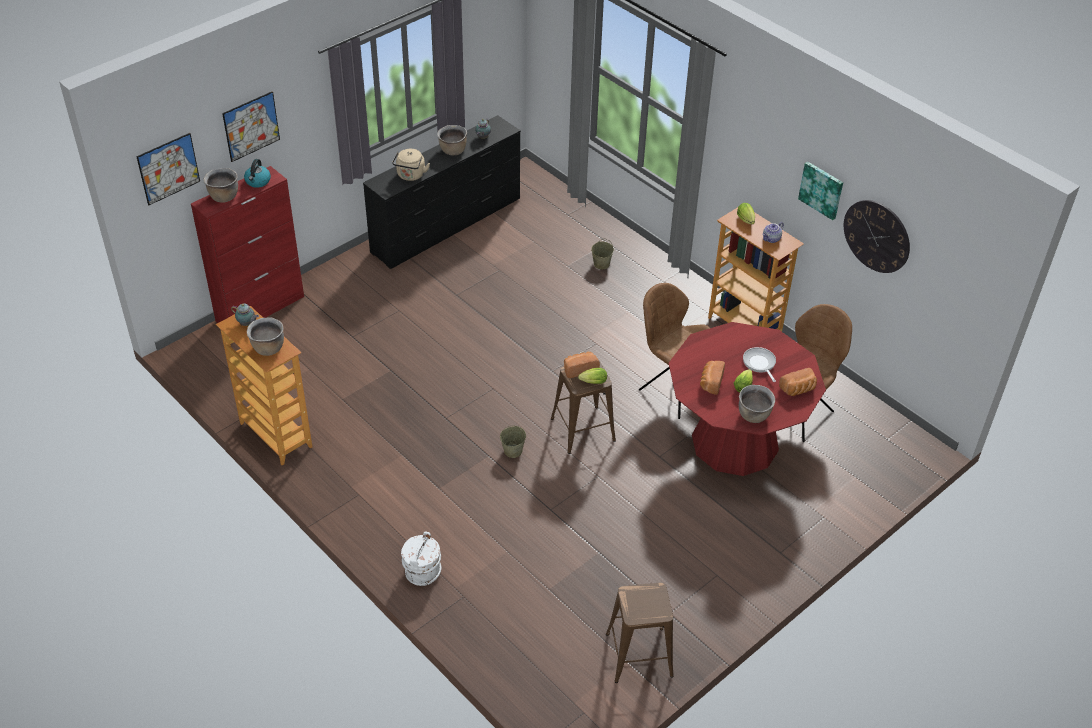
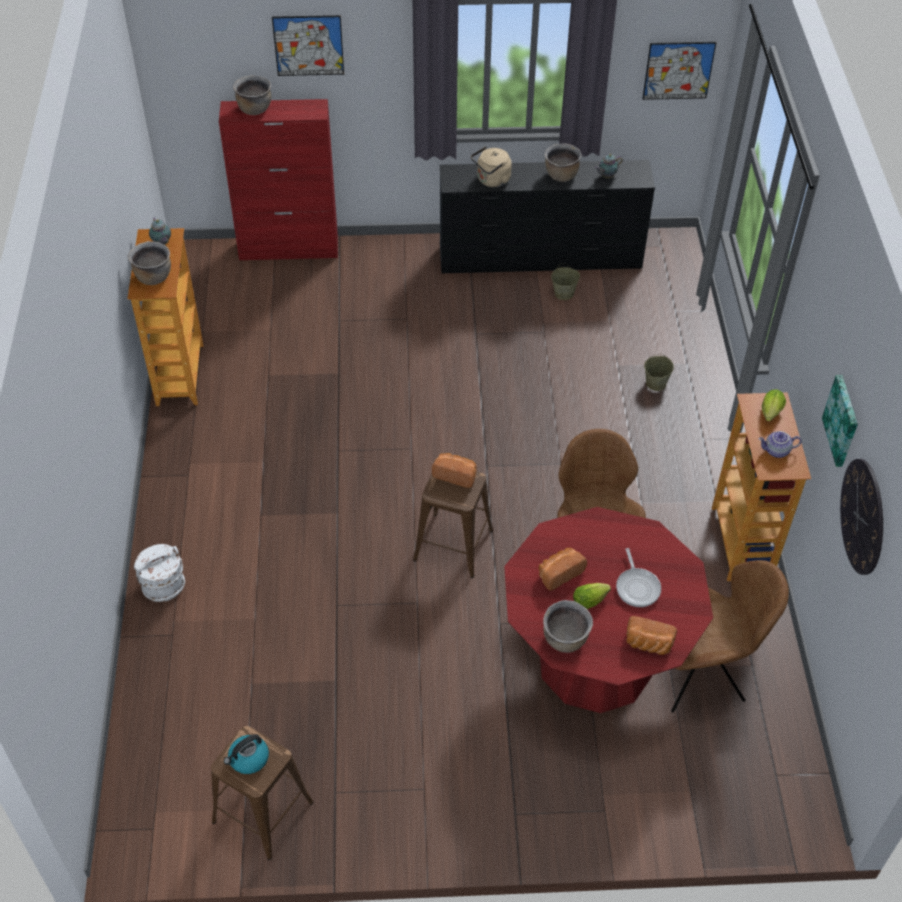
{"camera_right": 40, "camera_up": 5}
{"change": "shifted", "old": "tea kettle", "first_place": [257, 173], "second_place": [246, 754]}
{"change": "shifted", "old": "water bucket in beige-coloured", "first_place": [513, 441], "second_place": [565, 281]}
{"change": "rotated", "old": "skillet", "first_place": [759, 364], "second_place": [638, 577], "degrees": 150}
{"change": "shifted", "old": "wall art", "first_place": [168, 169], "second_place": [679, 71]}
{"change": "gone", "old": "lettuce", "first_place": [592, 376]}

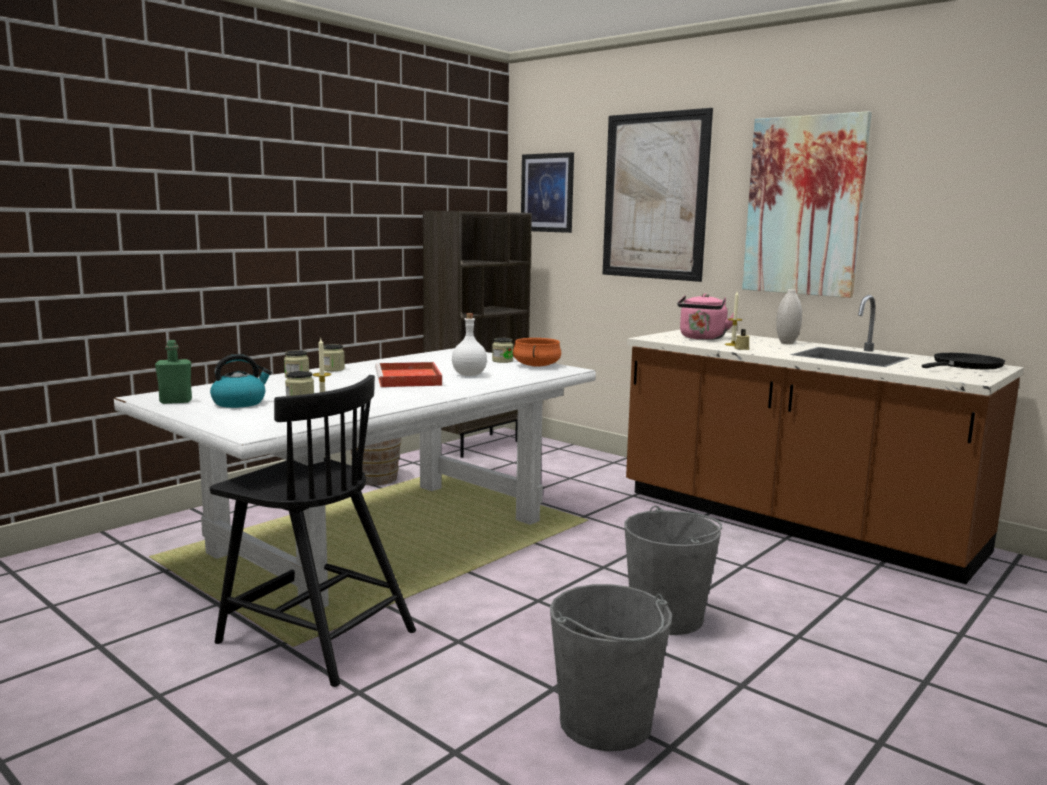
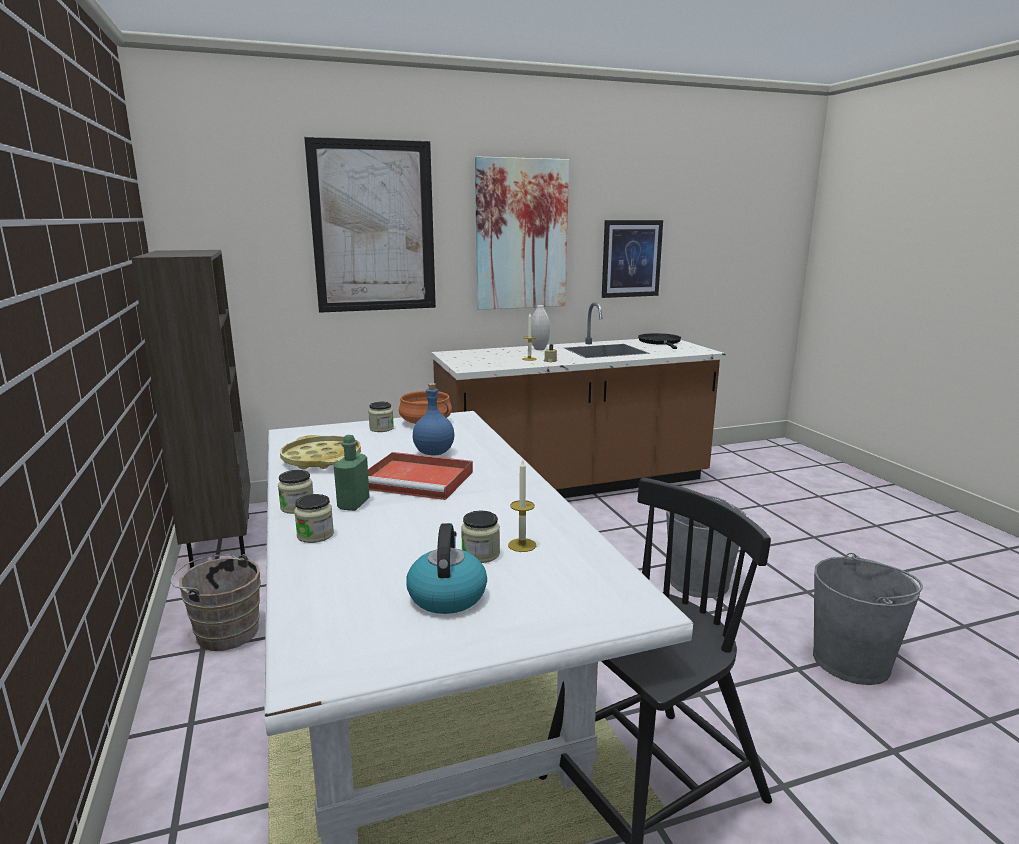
{"camera_right": -60, "camera_up": 5}
{"change": "new", "new": "carrying tray in yellowish", "second_place": [320, 452]}
{"change": "shifted", "old": "drink bottle in greenish", "first_place": [173, 372], "second_place": [352, 473]}
{"change": "repainted", "old": "drink bottle in white-coloured", "new": "drink bottle in blue-coloured", "first_place": [469, 344], "second_place": [433, 419]}
{"change": "shifted", "old": "wall art", "first_place": [547, 192], "second_place": [632, 259]}
{"change": "gone", "old": "tea kettle in pinkish", "first_place": [705, 316]}

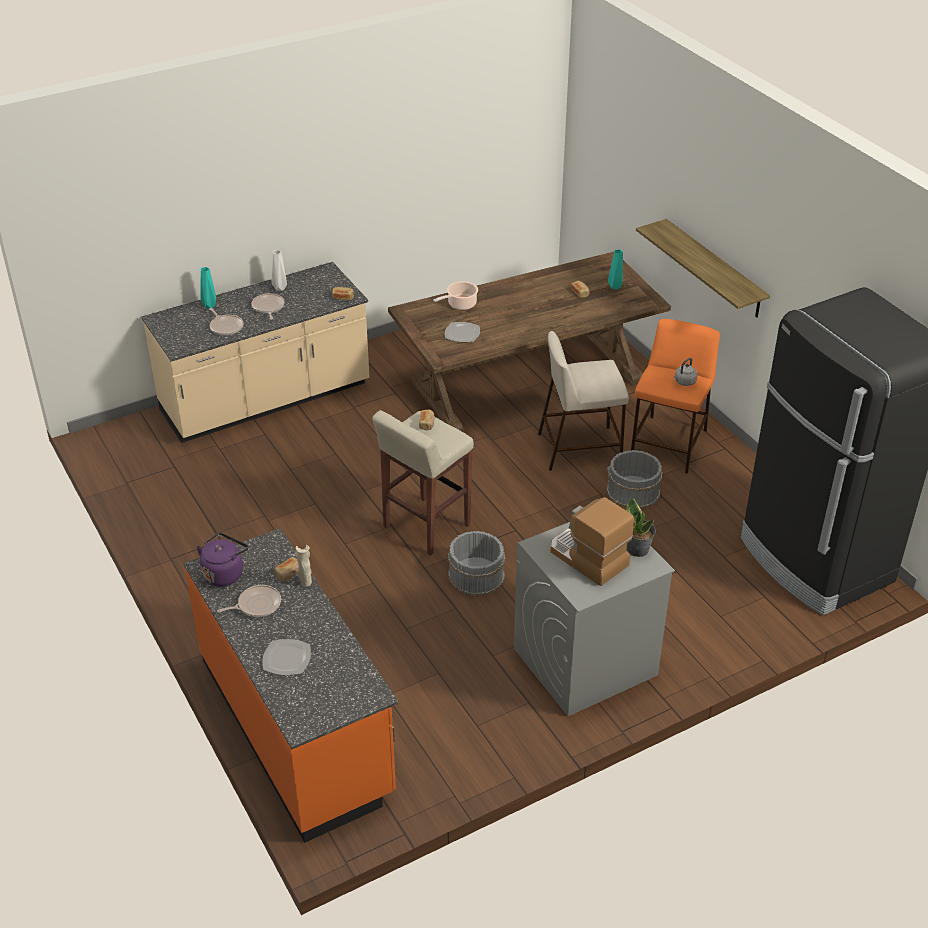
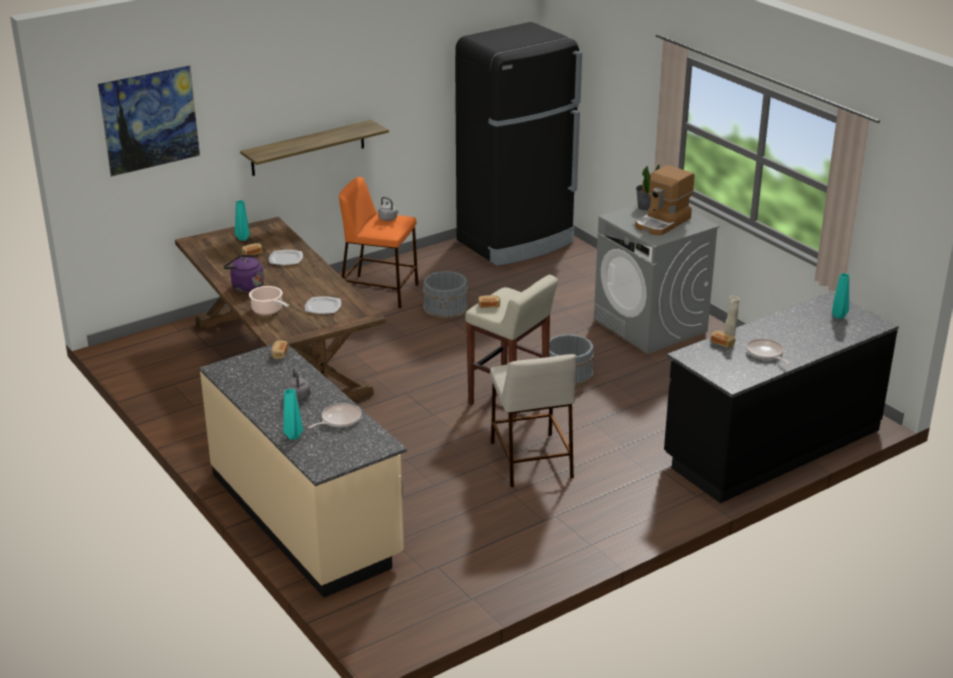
{"camera_right": -95, "camera_up": -10}
{"change": "new", "new": "wall art", "second_place": [149, 121]}
{"change": "shifted", "old": "tea kettle in purplish", "first_place": [222, 559], "second_place": [243, 273]}
{"change": "shifted", "old": "plate", "first_place": [287, 657], "second_place": [286, 257]}
{"change": "swapped", "old": "skillet", "new": "tea kettle in gray", "first_place": [267, 306], "second_place": [298, 384]}
{"change": "shifted", "old": "stool seat in beige-coloured", "first_place": [583, 401], "second_place": [533, 420]}
{"change": "repainted", "old": "kitchen counter in orange-coloured", "new": "kitchen counter in black-coloured", "first_place": [291, 686], "second_place": [781, 397]}
{"change": "new", "new": "vase in turquoise-coloured", "second_place": [840, 296]}
{"change": "gone", "old": "vase in white-coloured", "first_place": [279, 270]}

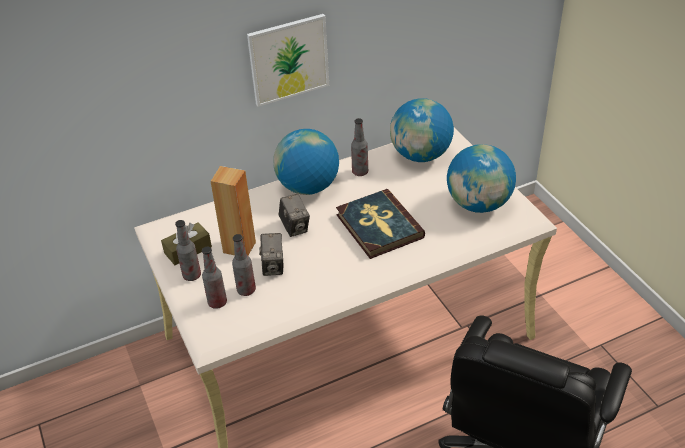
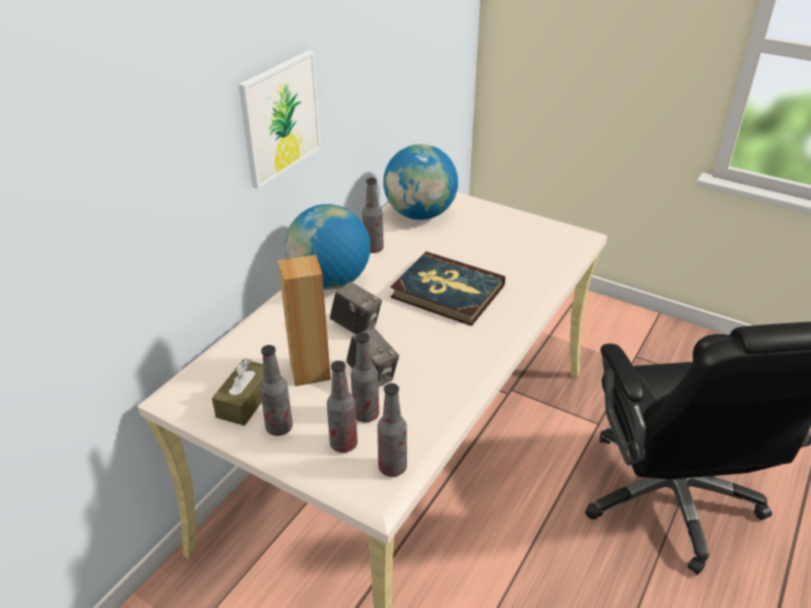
{"camera_right": -35, "camera_up": -5}
{"change": "new", "new": "drink bottle", "second_place": [392, 430]}
{"change": "gone", "old": "world globe", "first_place": [481, 178]}

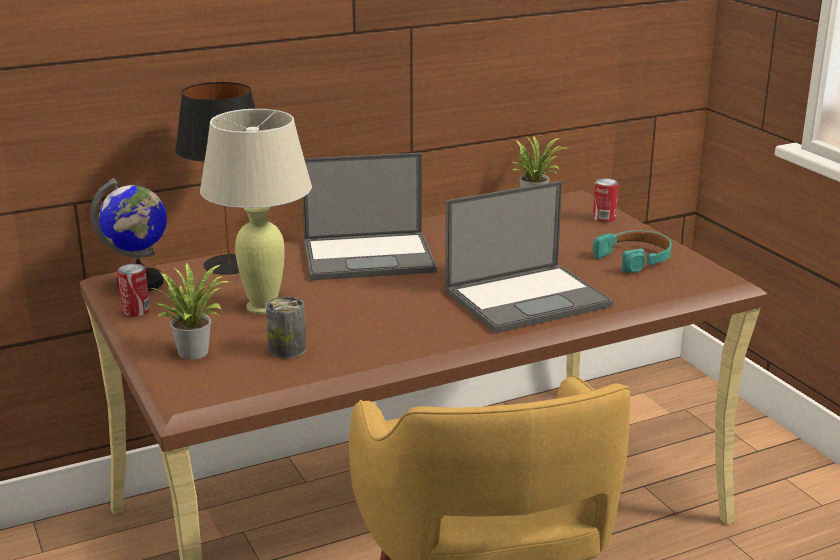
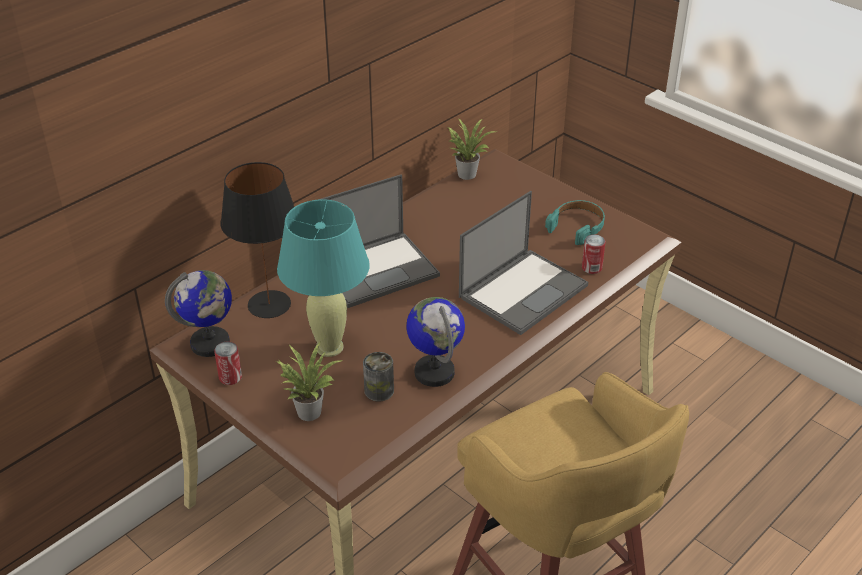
{"camera_right": -20, "camera_up": 15}
{"change": "repainted", "old": "tabletop lamp in beige-coloured", "new": "tabletop lamp in turquoise-coloured", "first_place": [256, 211], "second_place": [323, 278]}
{"change": "new", "new": "world globe", "second_place": [435, 342]}
{"change": "shifted", "old": "sealed can", "first_place": [605, 200], "second_place": [594, 254]}

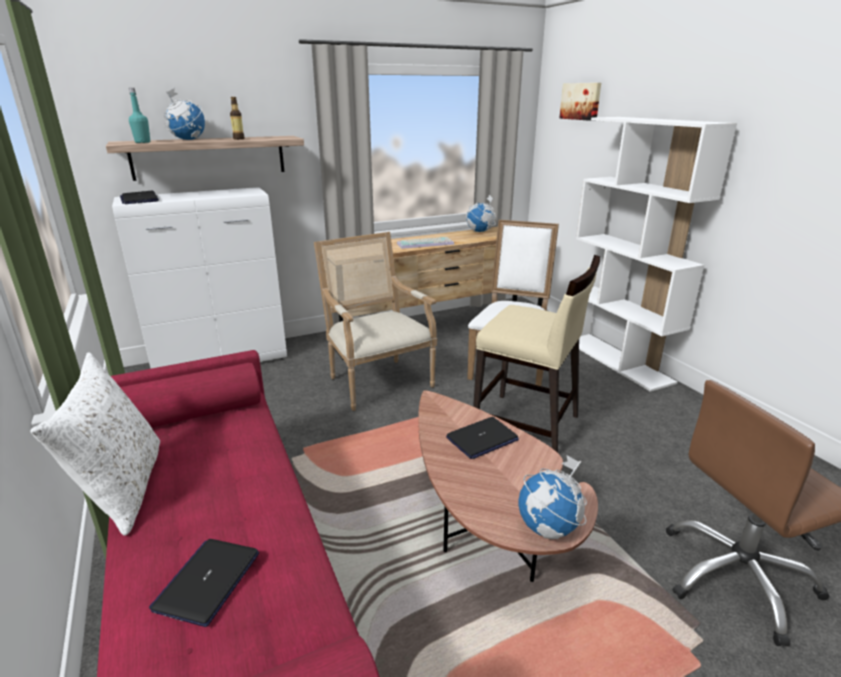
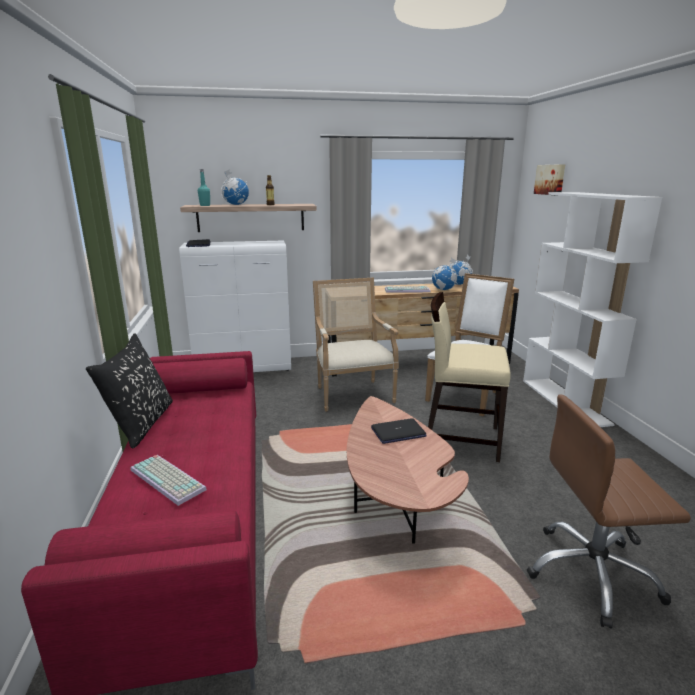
{"camera_right": 15, "camera_up": -5}
{"change": "repainted", "old": "throw pillow in white-coloured", "new": "throw pillow in black-coloured", "first_place": [95, 444], "second_place": [129, 391]}
{"change": "swapped", "old": "laptop", "new": "computer keyboard", "first_place": [204, 583], "second_place": [169, 480]}
{"change": "rotated", "old": "upright chair in beige-coloured", "first_place": [536, 354], "second_place": [469, 377], "degrees": 150}
{"change": "shifted", "old": "world globe", "first_place": [552, 497], "second_place": [445, 274]}

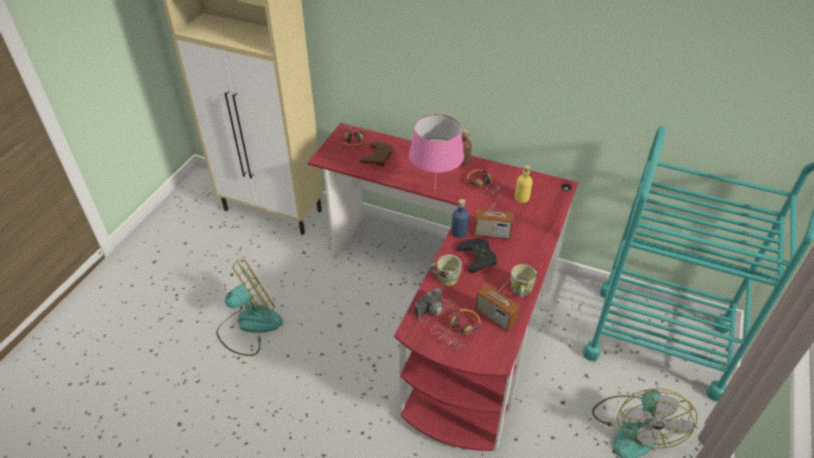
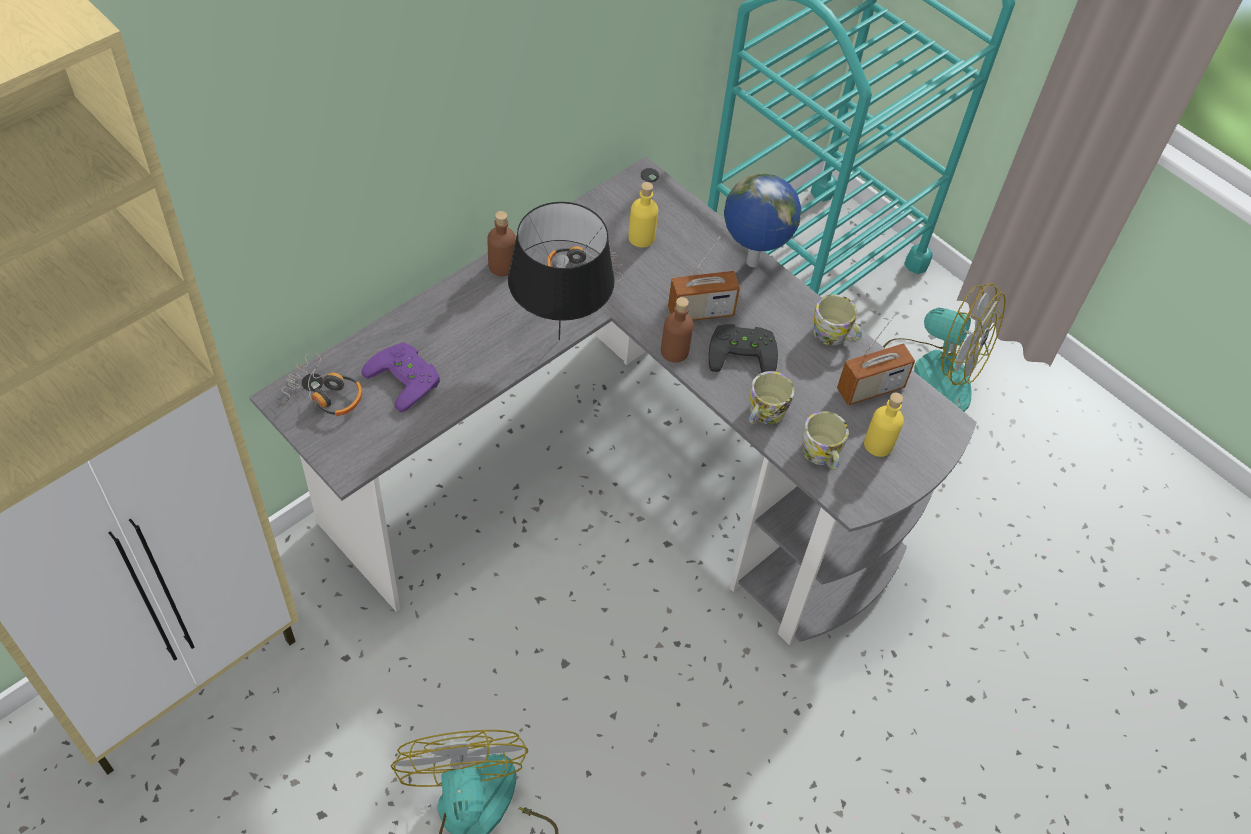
{"camera_right": -70, "camera_up": 10}
{"change": "repainted", "old": "desk in reddish", "new": "desk in gray", "first_place": [443, 287], "second_place": [613, 401]}
{"change": "repainted", "old": "joypad in brown", "new": "joypad in purplish", "first_place": [376, 153], "second_place": [400, 377]}
{"change": "repainted", "old": "tabletop lamp in pinkish", "new": "tabletop lamp in black-coloured", "first_place": [436, 153], "second_place": [561, 271]}
{"change": "repainted", "old": "drink bottle in blue-coloured", "new": "drink bottle in brown", "first_place": [460, 218], "second_place": [677, 329]}
{"change": "rotated", "old": "radio receiver", "first_place": [493, 214], "second_place": [704, 278], "degrees": 45}
{"change": "new", "new": "world globe", "second_place": [762, 220]}
{"change": "swapped", "old": "still camera", "new": "coffee mug", "first_place": [435, 305], "second_place": [825, 440]}
{"change": "swapped", "old": "pair of headphones", "new": "drink bottle in yellowish", "first_place": [456, 328], "second_place": [884, 425]}

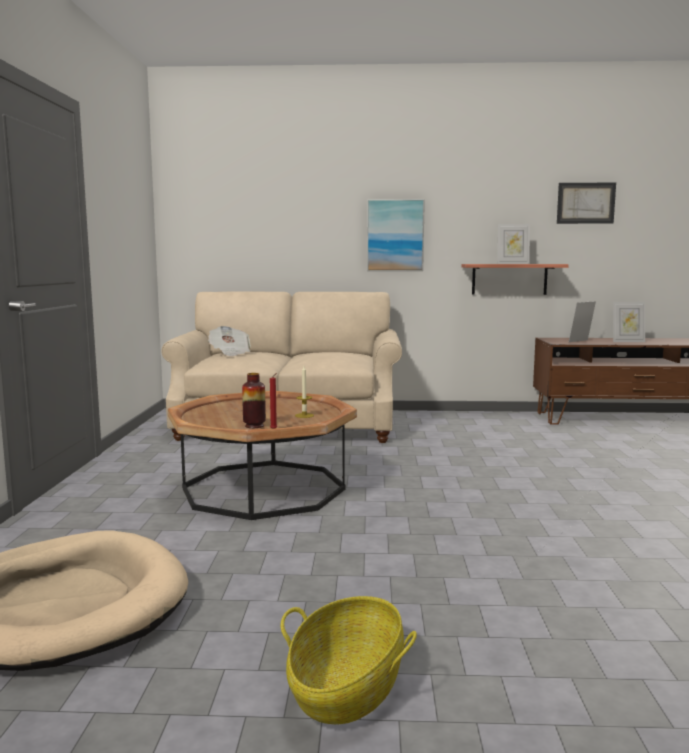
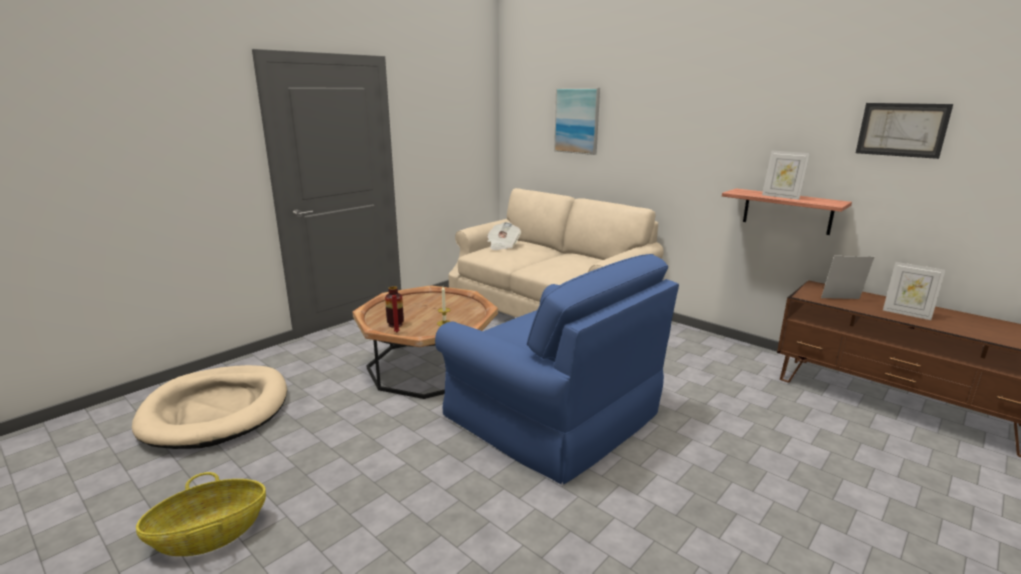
{"camera_right": 40, "camera_up": 10}
{"change": "new", "new": "easy chair in blue-coloured", "second_place": [557, 369]}
{"change": "shifted", "old": "wall art", "first_place": [396, 235], "second_place": [577, 121]}

